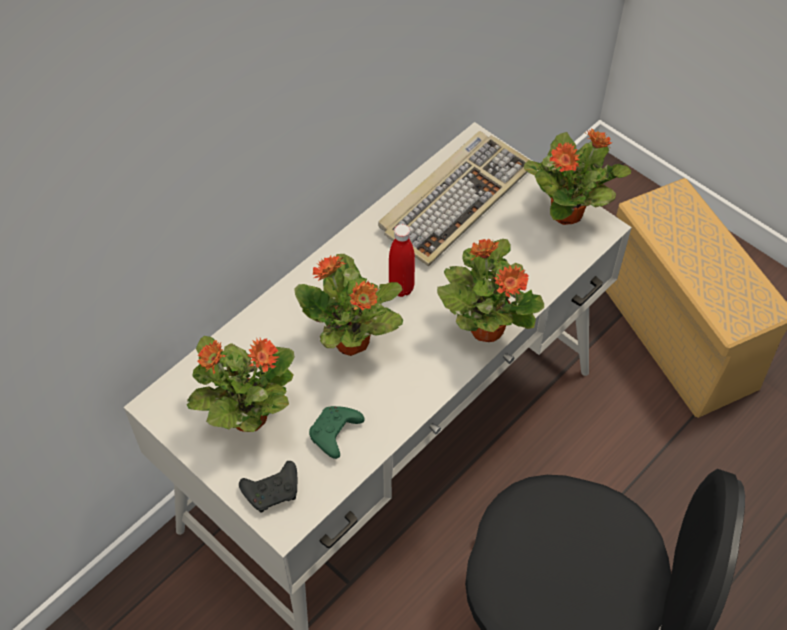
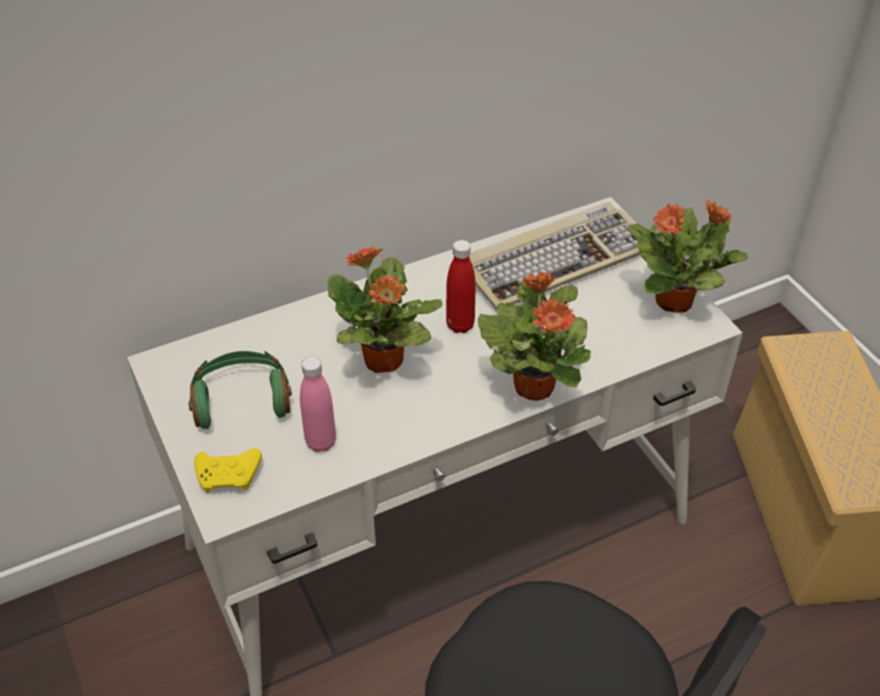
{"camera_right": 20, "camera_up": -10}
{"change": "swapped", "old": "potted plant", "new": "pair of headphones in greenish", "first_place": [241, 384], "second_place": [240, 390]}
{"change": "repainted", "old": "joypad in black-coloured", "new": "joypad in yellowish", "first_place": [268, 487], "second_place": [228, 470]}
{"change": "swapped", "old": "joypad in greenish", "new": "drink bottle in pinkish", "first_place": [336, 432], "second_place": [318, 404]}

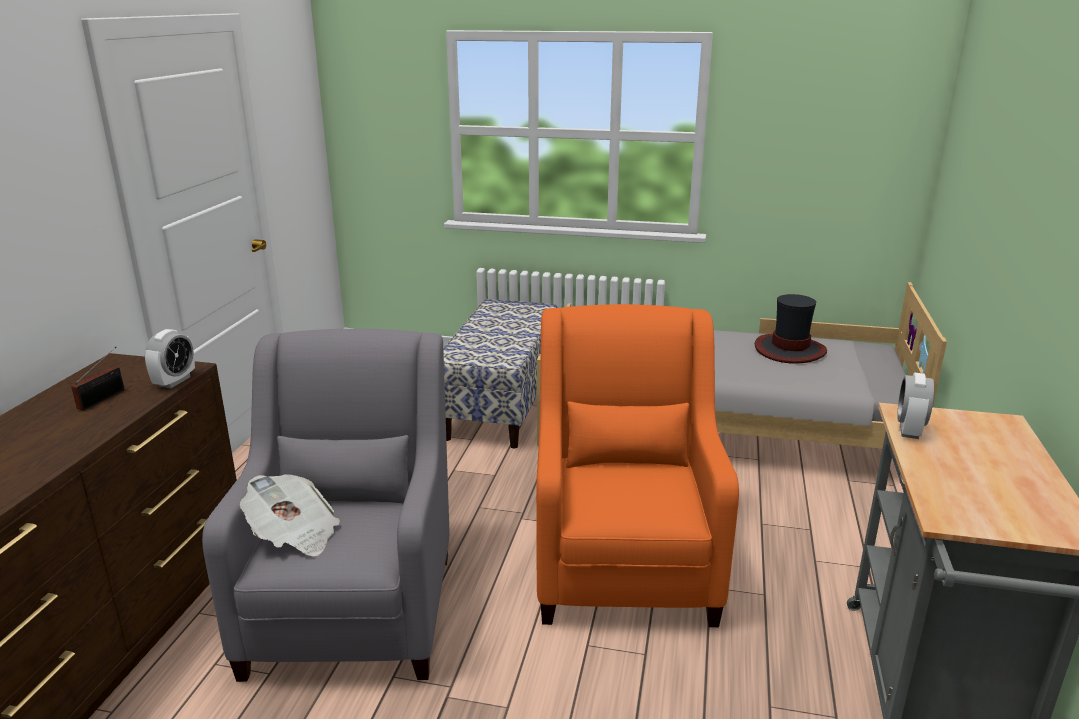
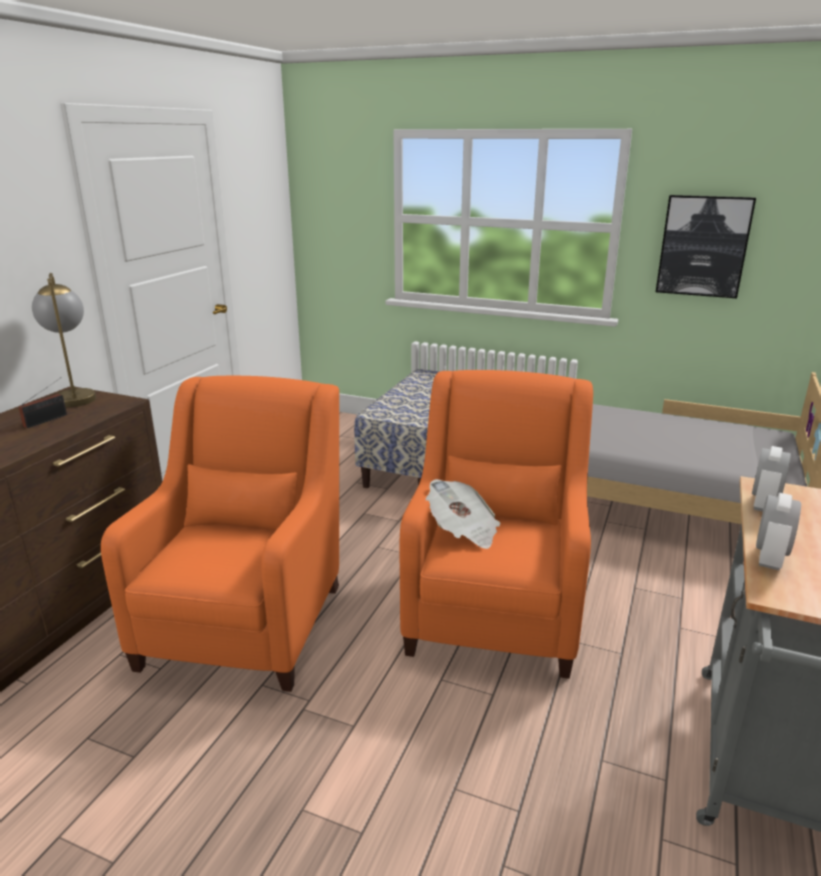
{"camera_right": 10, "camera_up": 0}
{"change": "new", "new": "tabletop lamp", "second_place": [64, 340]}
{"change": "repainted", "old": "easy chair in gray", "new": "easy chair in orange-coloured", "first_place": [326, 505], "second_place": [220, 534]}
{"change": "shifted", "old": "daily paper", "first_place": [290, 515], "second_place": [463, 514]}
{"change": "new", "new": "wall art", "second_place": [706, 246]}
{"change": "shifted", "old": "table clock", "first_place": [170, 358], "second_place": [778, 531]}
{"change": "gone", "old": "wearable hat", "first_place": [791, 329]}

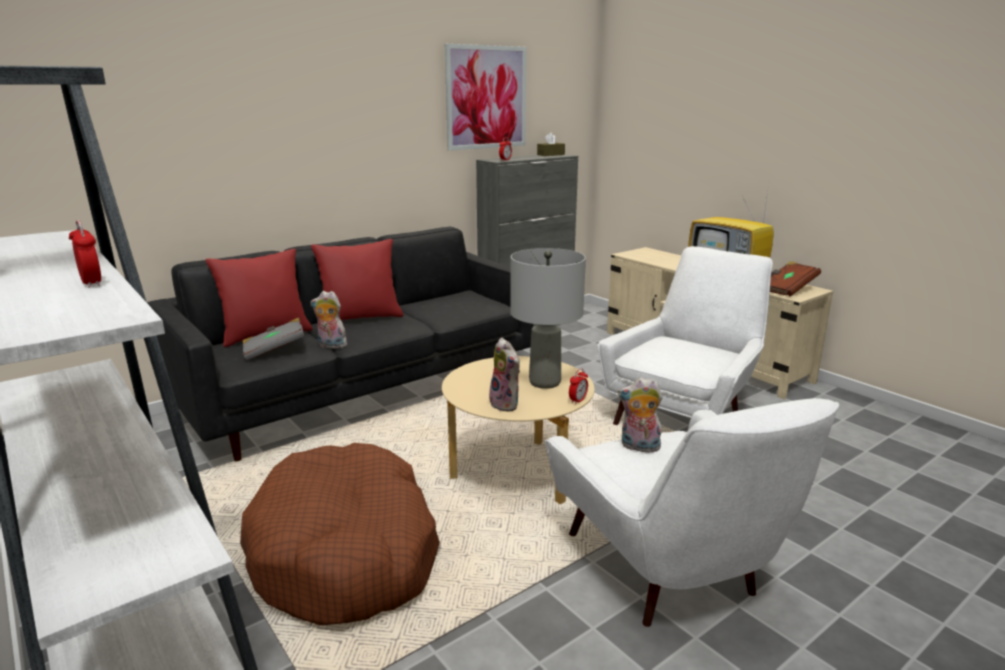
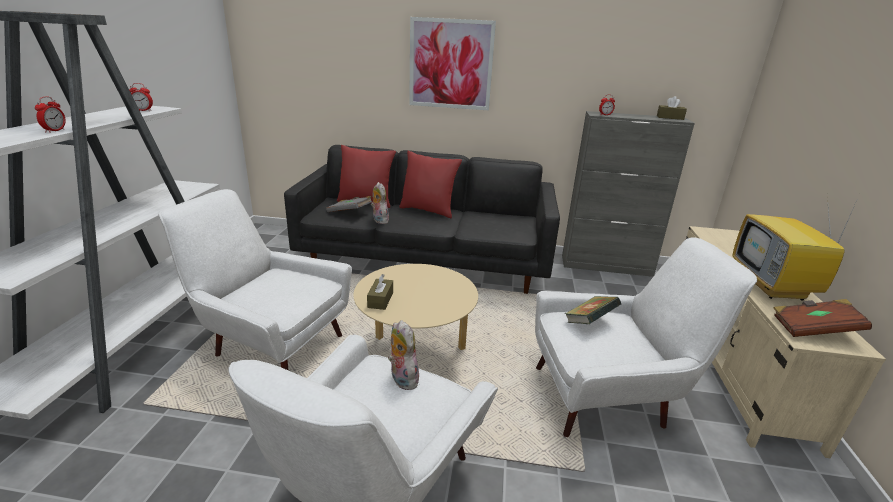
{"camera_right": 45, "camera_up": 5}
{"change": "shifted", "old": "table clock", "first_place": [578, 386], "second_place": [141, 97]}
{"change": "swapped", "old": "dog bed in brown", "new": "easy chair in white-coloured", "first_place": [340, 534], "second_place": [255, 280]}
{"change": "swapped", "old": "soft toy", "new": "tissue box in brown", "first_place": [504, 374], "second_place": [380, 292]}
{"change": "shifted", "old": "wall art", "first_place": [486, 97], "second_place": [452, 63]}
{"change": "new", "new": "bound book", "second_place": [593, 310]}
{"change": "gone", "old": "tabletop lamp in gray", "first_place": [548, 318]}

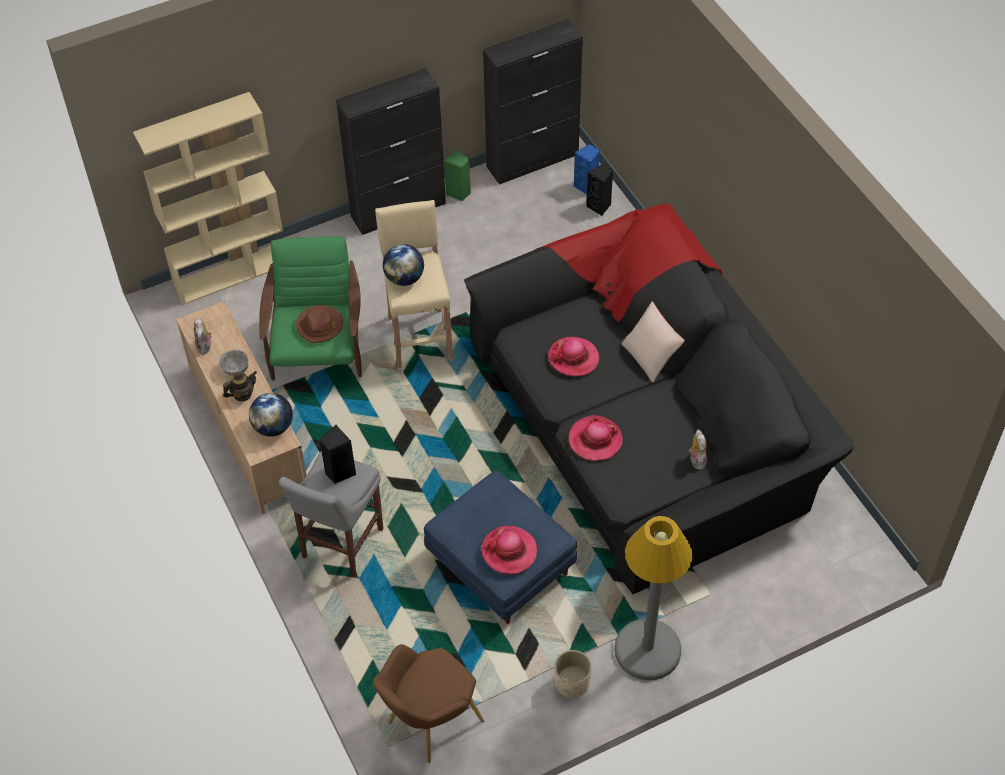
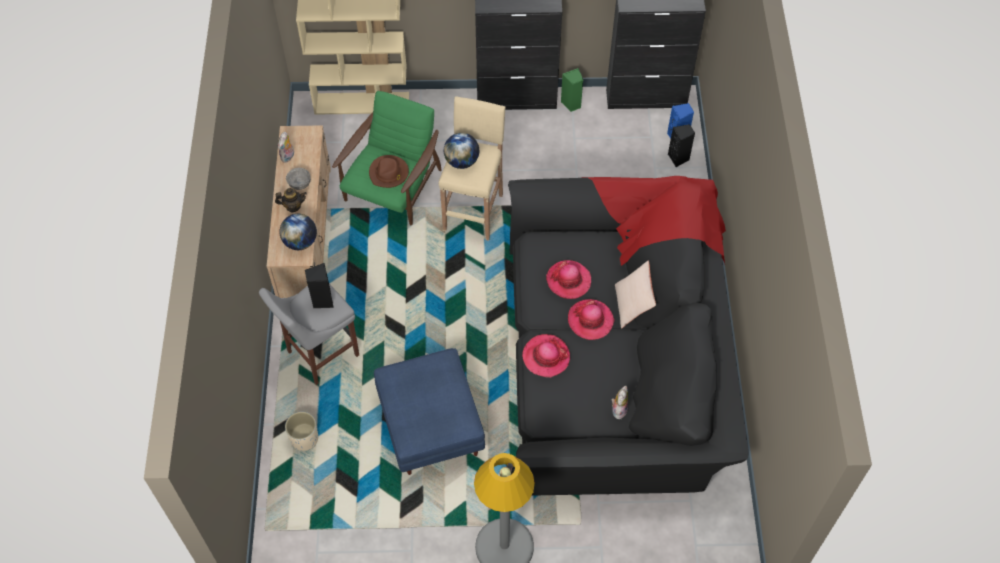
{"camera_right": 25, "camera_up": 5}
{"change": "shifted", "old": "planter in beige-coloured", "first_place": [573, 674], "second_place": [301, 431]}
{"change": "shifted", "old": "wearable hat", "first_place": [508, 550], "second_place": [591, 319]}
{"change": "gone", "old": "easy chair in brown", "first_place": [428, 703]}

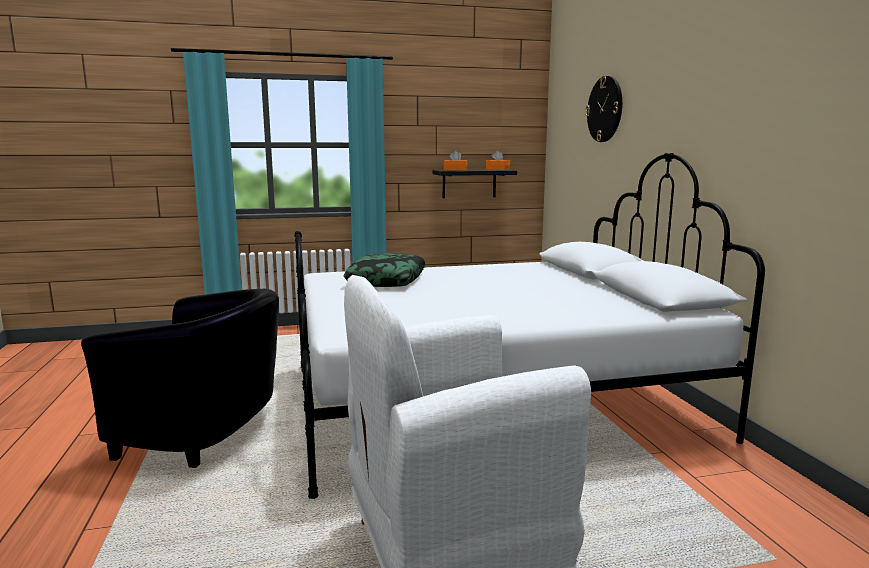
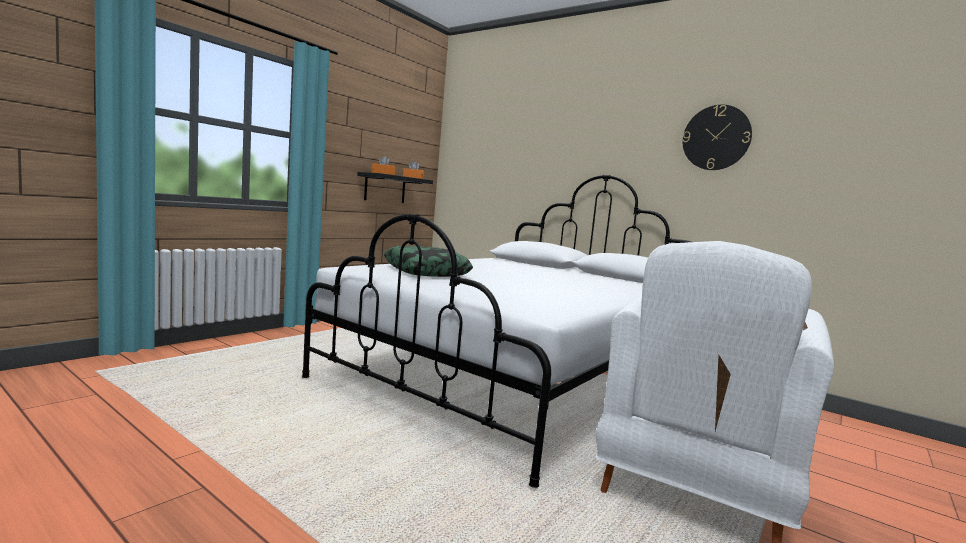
{"camera_right": -40, "camera_up": -5}
{"change": "shifted", "old": "clock on the wall", "first_place": [603, 109], "second_place": [717, 137]}
{"change": "gone", "old": "easy chair in black-coloured", "first_place": [180, 378]}

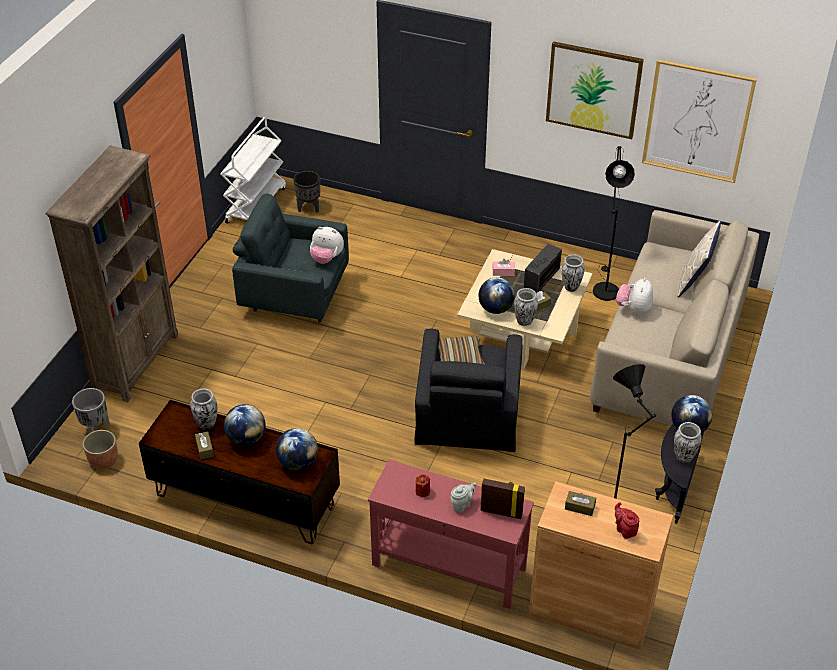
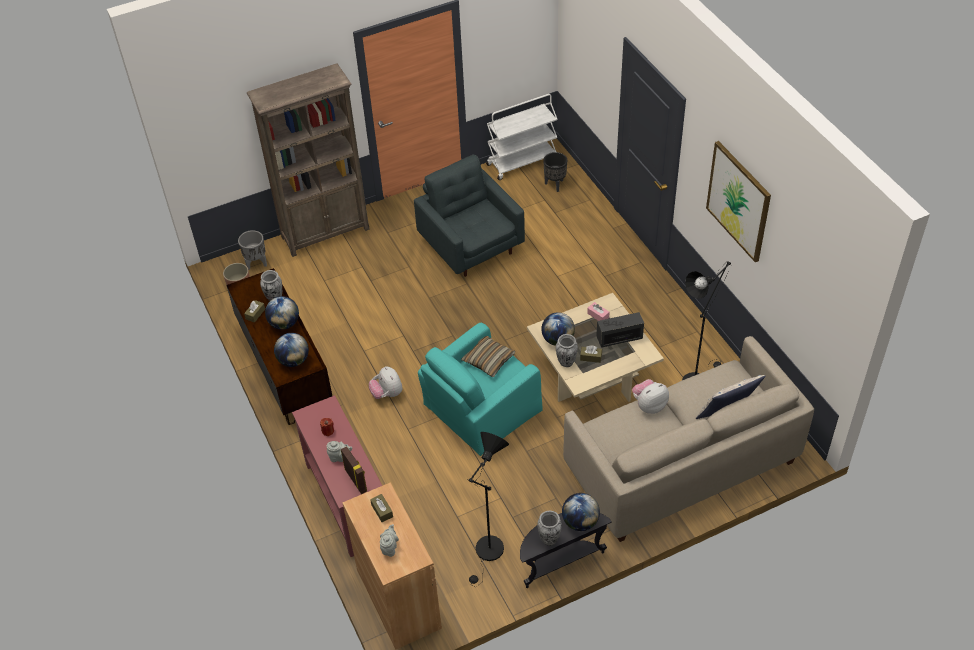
{"camera_right": 45, "camera_up": 5}
{"change": "shifted", "old": "soft toy", "first_place": [327, 245], "second_place": [385, 382]}
{"change": "repainted", "old": "teapot in reddish", "new": "teapot in gray", "first_place": [627, 520], "second_place": [389, 540]}
{"change": "repainted", "old": "easy chair in black-coloured", "new": "easy chair in turquoise-coloured", "first_place": [468, 390], "second_place": [480, 389]}
{"change": "gone", "old": "vase", "first_place": [573, 273]}
{"change": "gone", "old": "wall art", "first_place": [699, 121]}

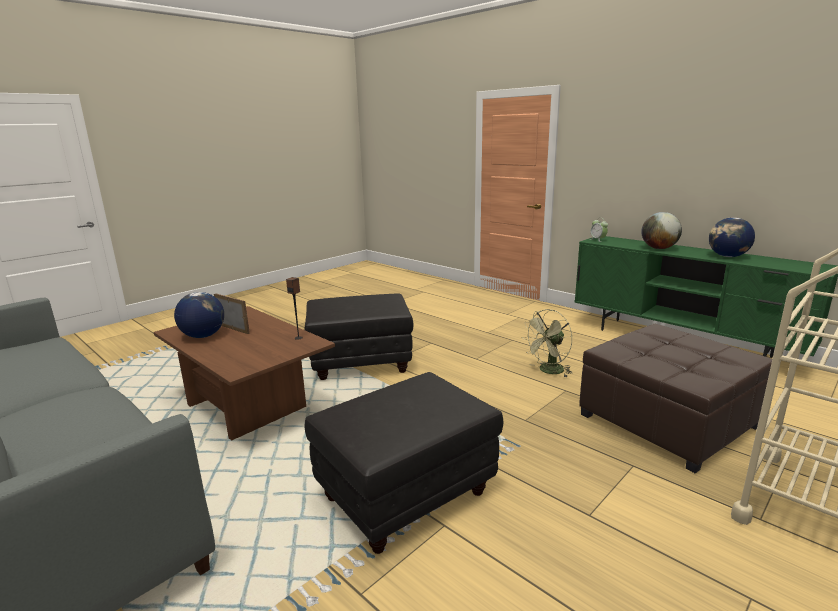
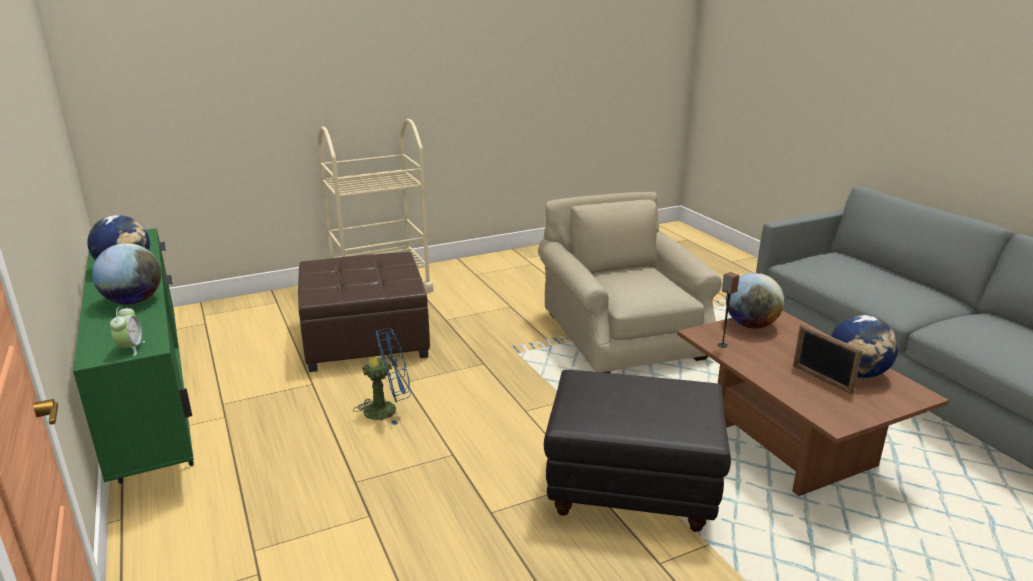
{"camera_right": -160, "camera_up": 5}
{"change": "repainted", "old": "fan in greenish", "new": "fan in blue-coloured", "first_place": [547, 343], "second_place": [382, 376]}
{"change": "swapped", "old": "ottoman in black-coloured", "new": "easy chair in beige-coloured", "first_place": [404, 463], "second_place": [630, 282]}
{"change": "new", "new": "world globe", "second_place": [755, 301]}

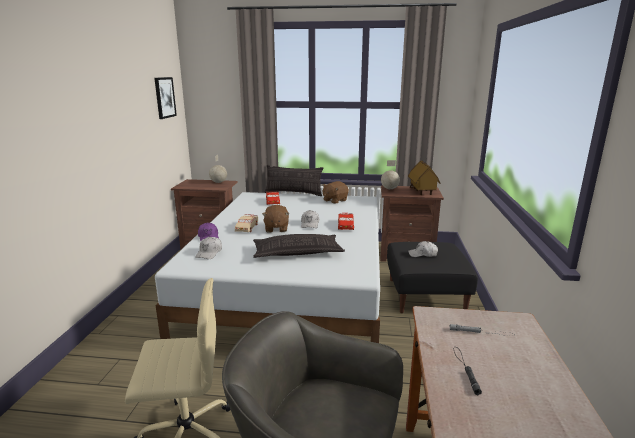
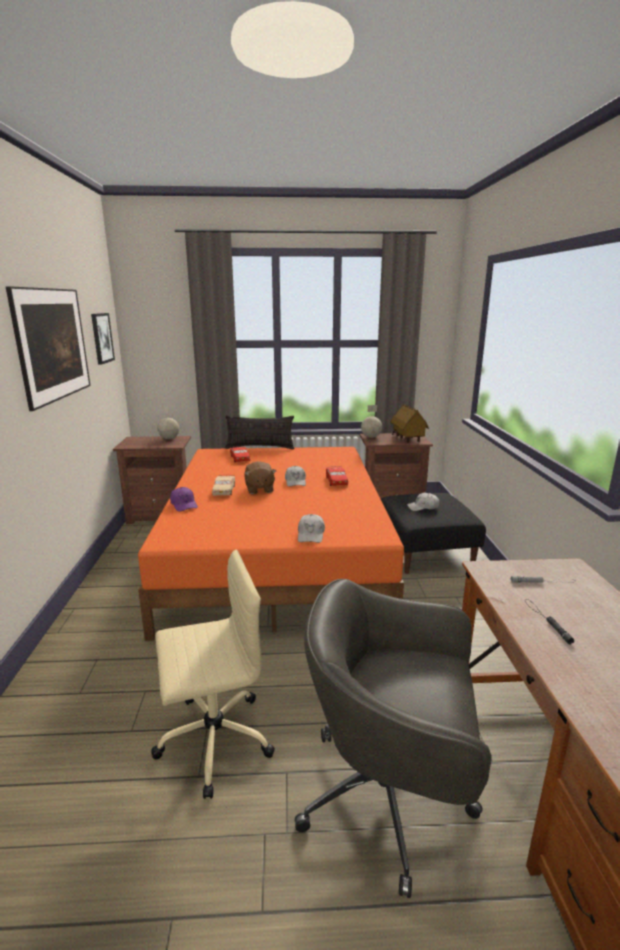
{"camera_right": -10, "camera_up": 0}
{"change": "new", "new": "wall art", "second_place": [47, 348]}
{"change": "repainted", "old": "bed in white-coloured", "new": "bed in orange-coloured", "first_place": [267, 267], "second_place": [271, 544]}
{"change": "shifted", "old": "cap in white-coloured", "first_place": [208, 248], "second_place": [311, 528]}
{"change": "gone", "old": "throw pillow", "first_place": [299, 246]}
{"change": "gone", "old": "soft toy in brown", "first_place": [336, 192]}

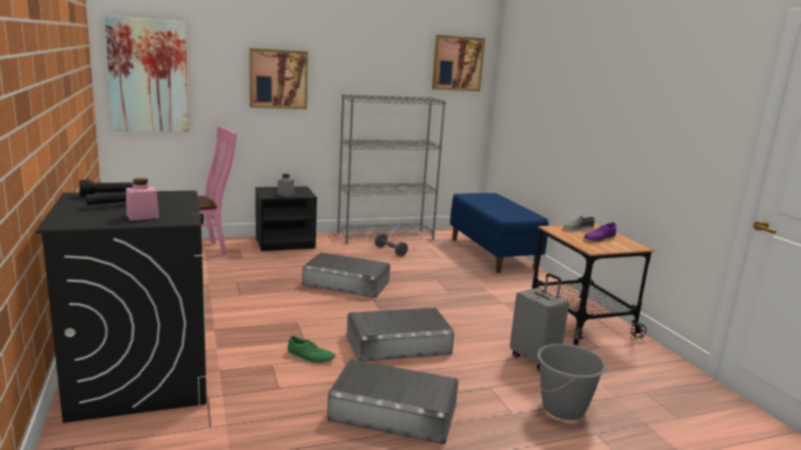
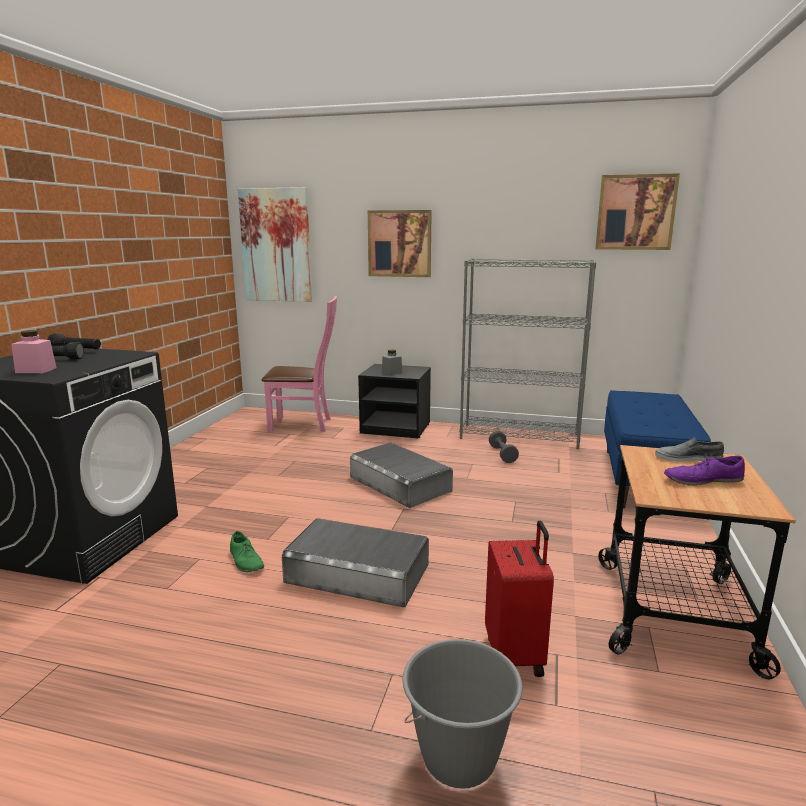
{"camera_right": 35, "camera_up": 0}
{"change": "repainted", "old": "suitcase in gray", "new": "suitcase in reddish", "first_place": [539, 322], "second_place": [519, 599]}
{"change": "gone", "old": "storage box in gray", "first_place": [393, 401]}

